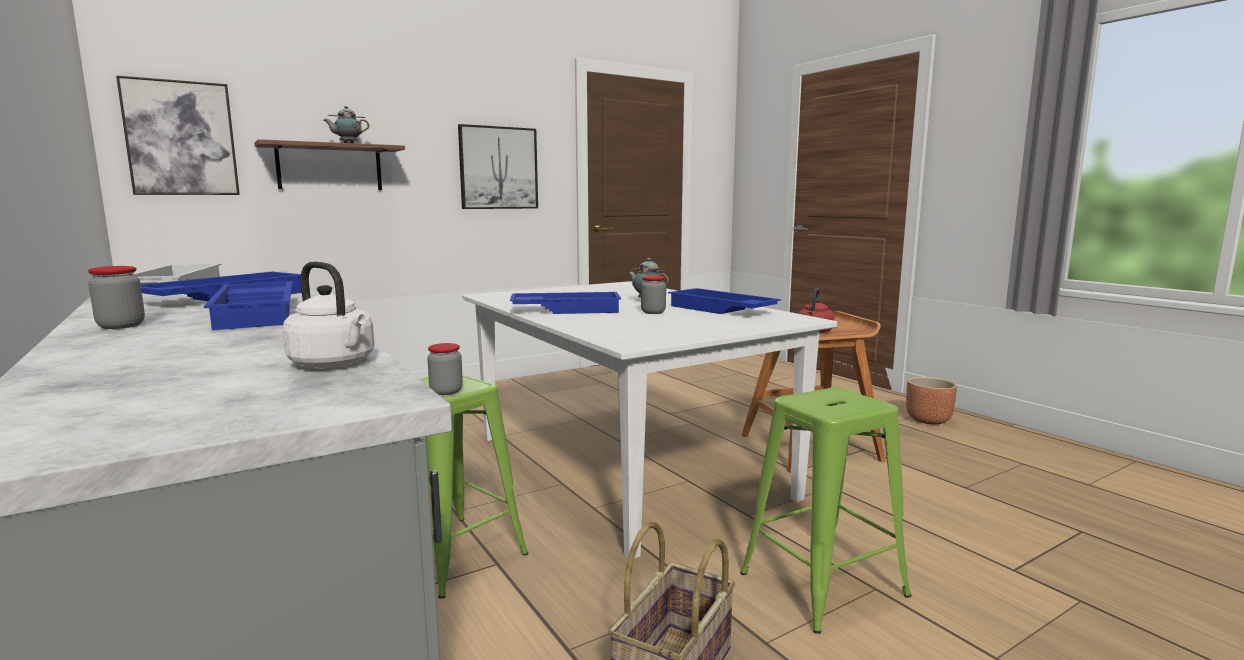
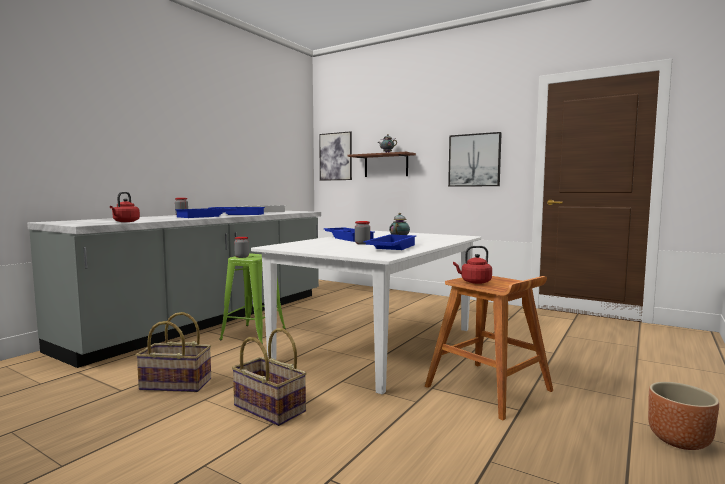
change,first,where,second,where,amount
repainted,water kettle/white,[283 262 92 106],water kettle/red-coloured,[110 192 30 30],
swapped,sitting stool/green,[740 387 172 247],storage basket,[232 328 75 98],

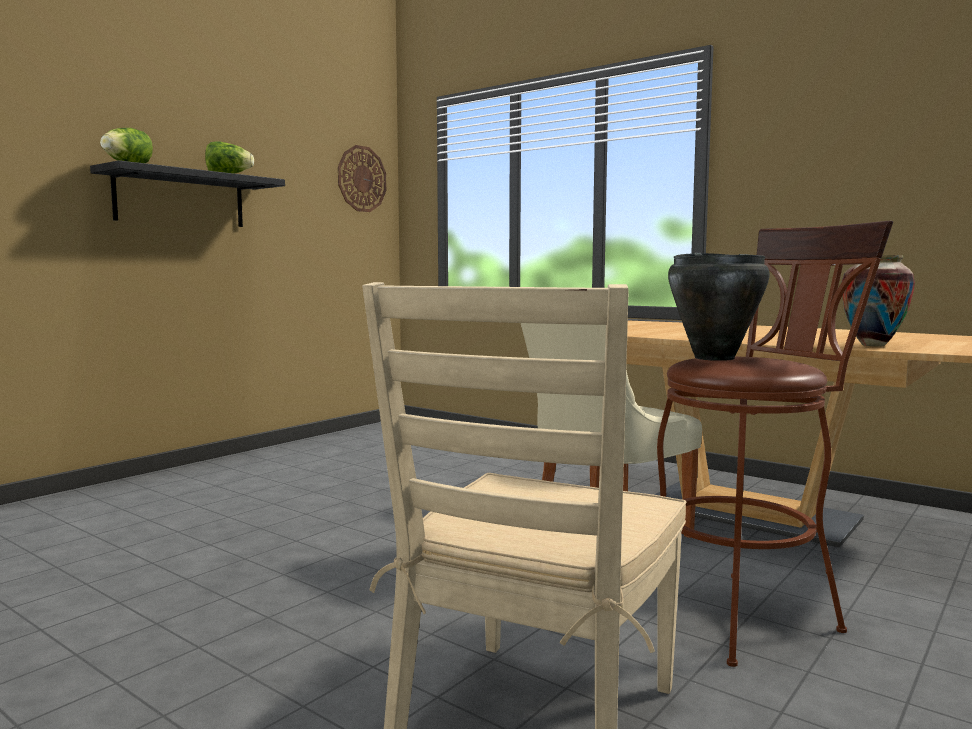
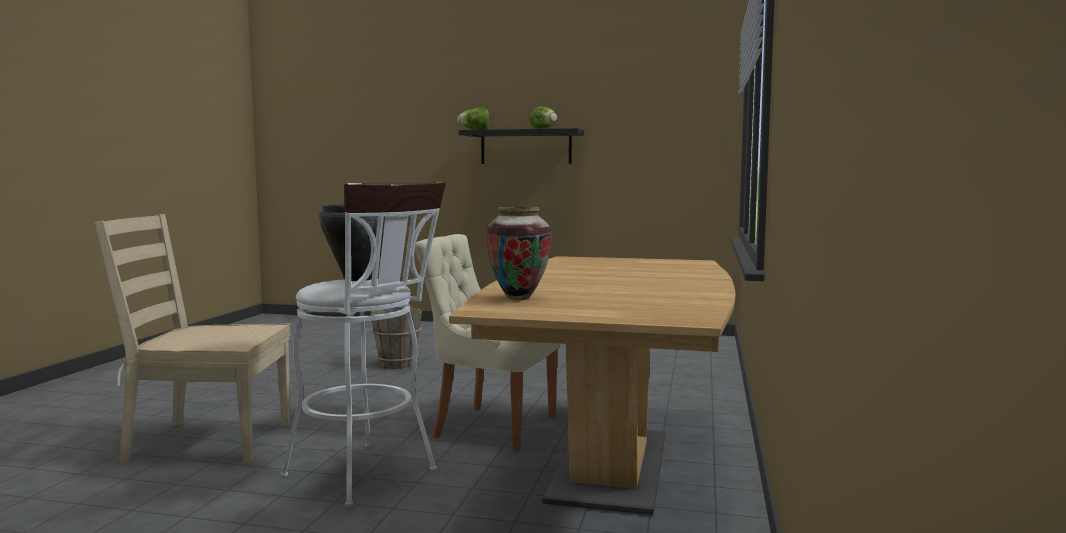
change,first,where,second,where,amount
gone,clock on the wall,[338 145 49 67],,,
repainted,sitting stool/brown-coloured,[657 220 236 447],sitting stool/white,[281 182 165 325],
new,,,pail/brown-coloured,[371 304 51 65],

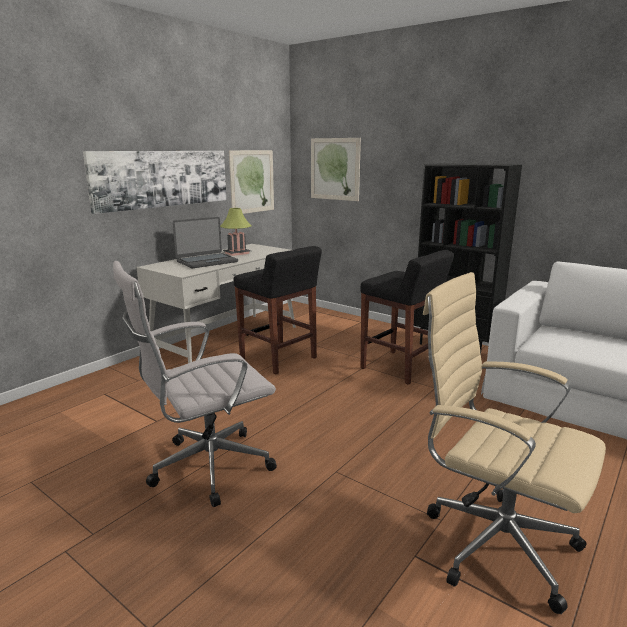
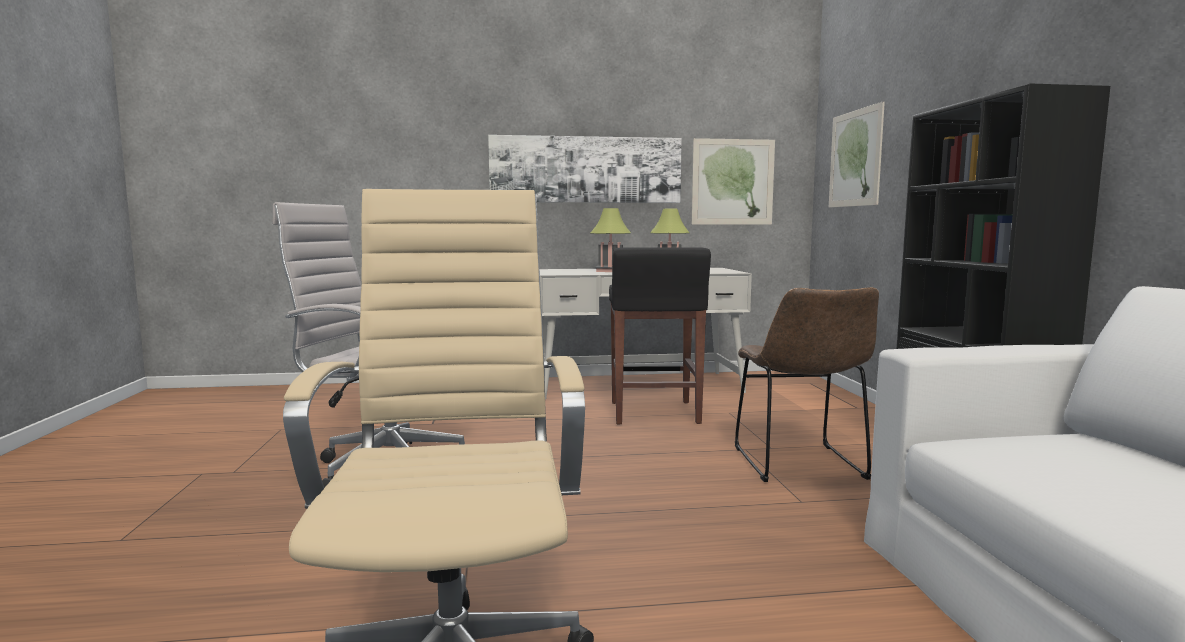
change,first,where,second,where,amount
swapped,notebook computer,[173 217 65 51],table lamp,[590 208 41 64],
swapped,sitting stool/blackish,[360 250 94 134],upright chair/brown-coloured,[735 287 144 195],

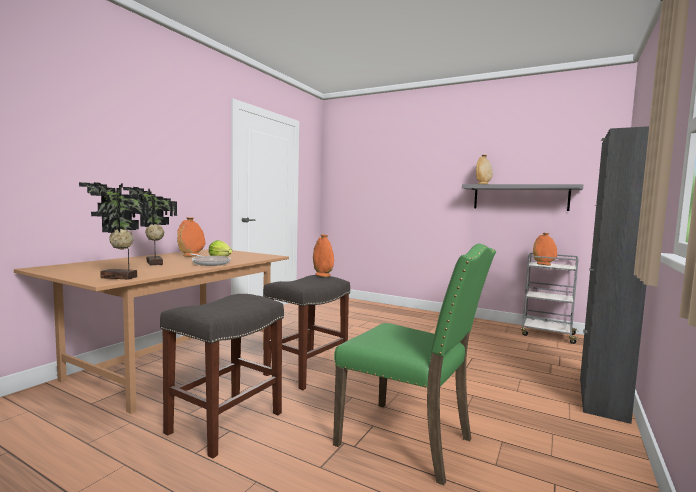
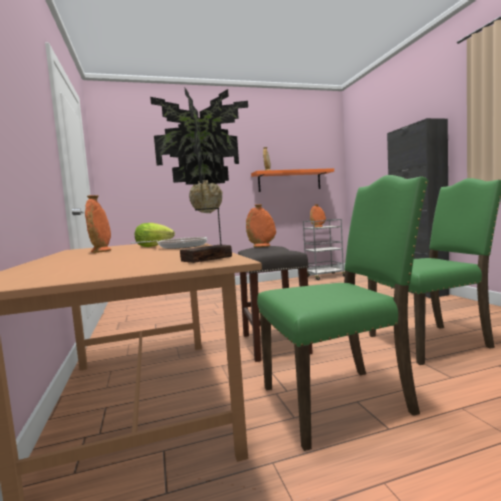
change,first,where,second,where,amount
gone,houseplant,[123 187 54 78],,,
swapped,sitting stool/grey,[160 294 124 164],upright chair/green,[257 175 172 276],
repainted,wall shelf/grey,[462 184 122 27],wall shelf/orange,[251 168 83 24],

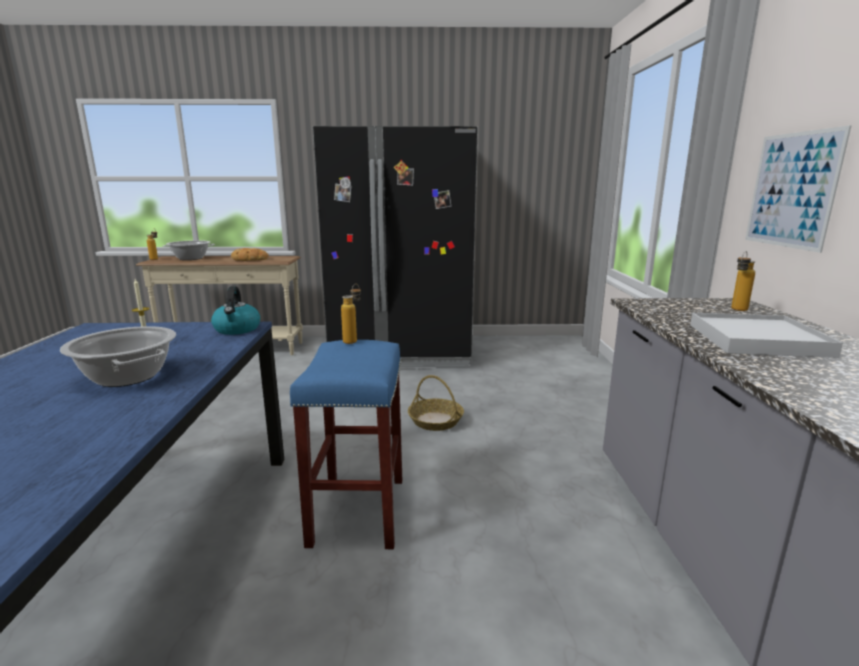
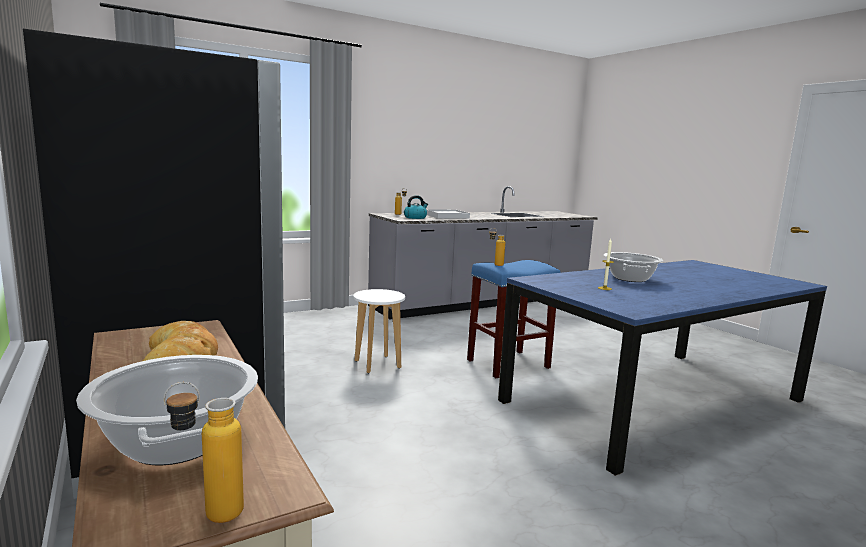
change,first,where,second,where,amount
shifted,water kettle,[211 286 49 49],,[404 195 24 24],
swapped,storage basket,[408 375 56 56],sitting stool/white,[353 289 52 84],
gone,picture,[745 125 107 128],,,

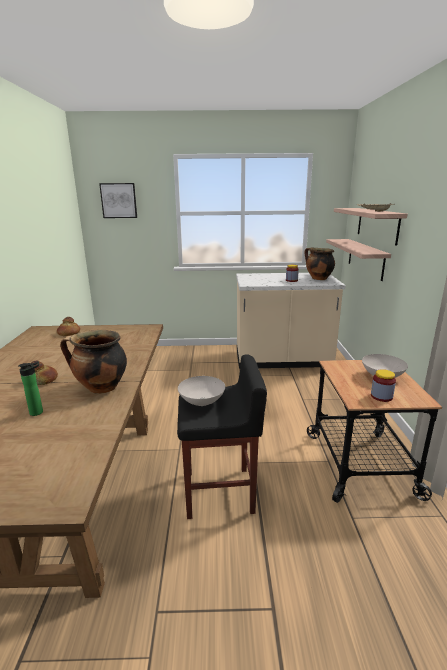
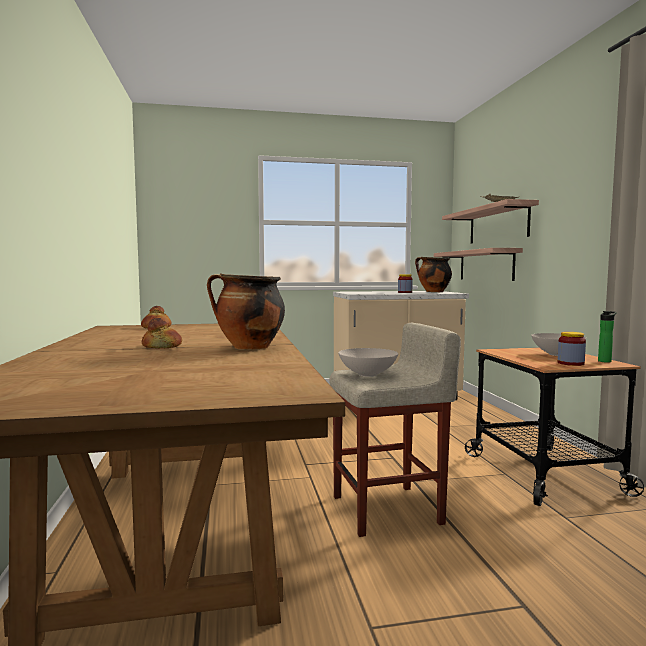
change,first,where,second,where,amount
shifted,beverage bottle,[18 362 25 54],,[598 311 18 52],
gone,picture,[99 183 38 35],,,
repainted,sitting stool/blackish,[177 354 90 165],sitting stool/beige,[329 323 132 214],

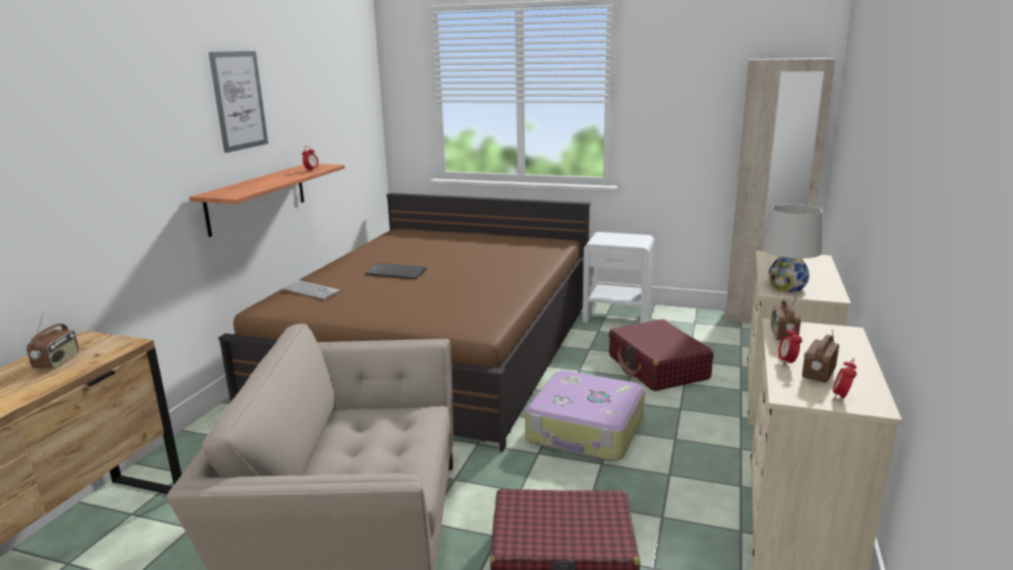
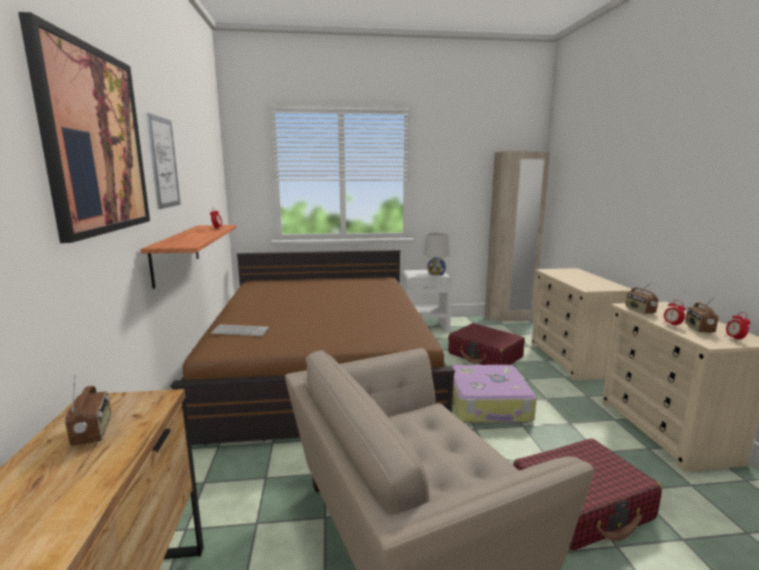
change,first,where,second,where,amount
gone,keyboard,[365 263 62 16],,,
shifted,table lamp/white,[763 204 59 88],,[424 233 27 42],
new,,,picture,[18 12 132 231],

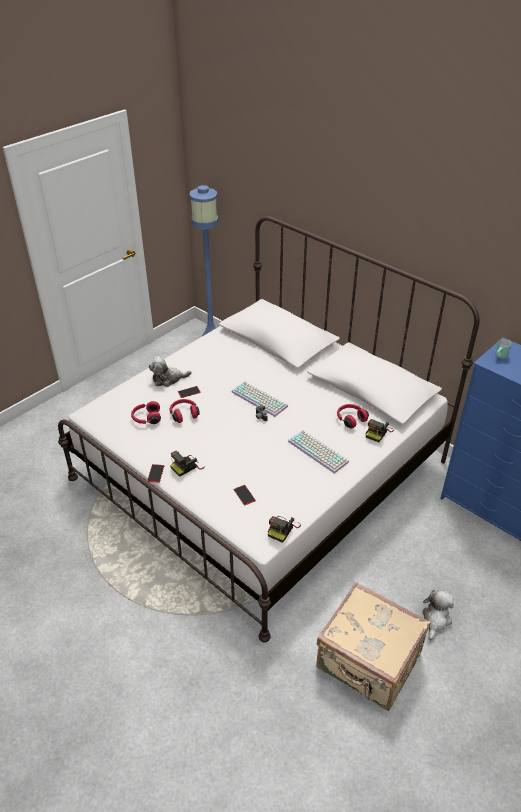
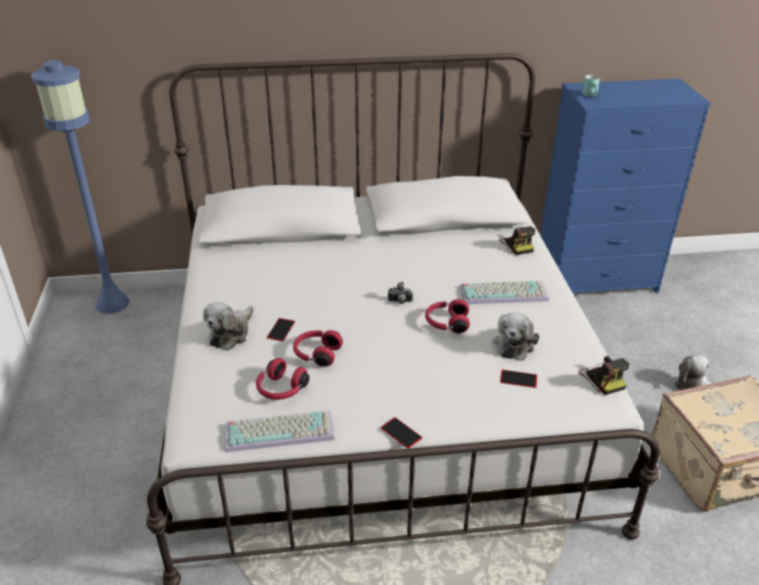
change,first,where,second,where,amount
gone,photo camera,[170 451 35 26],,,
shifted,keyboard,[231 381 57 36],,[226 410 109 42],
shifted,pair of headphones/red-coloured,[337 404 32 24],,[425 299 45 34],
new,,,plush toy,[492 312 47 49],

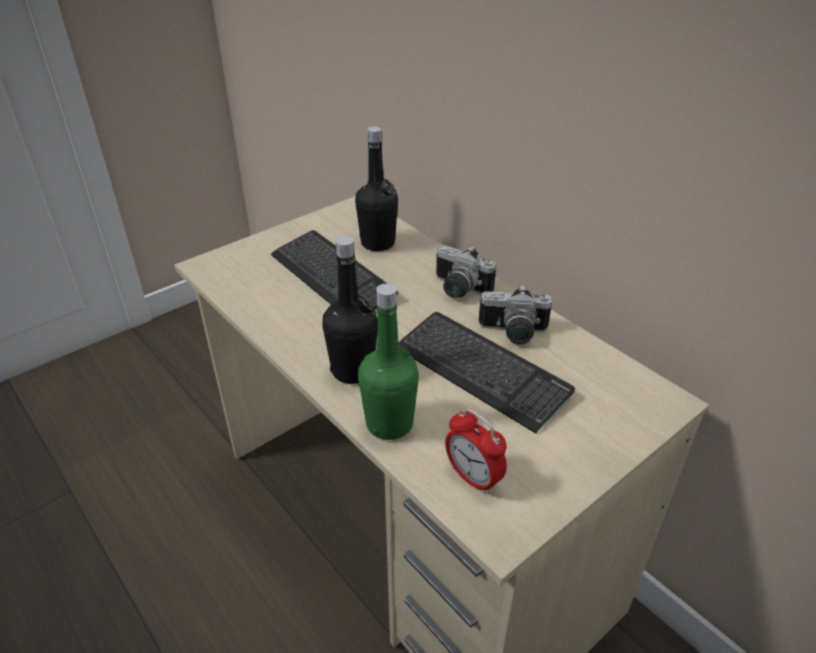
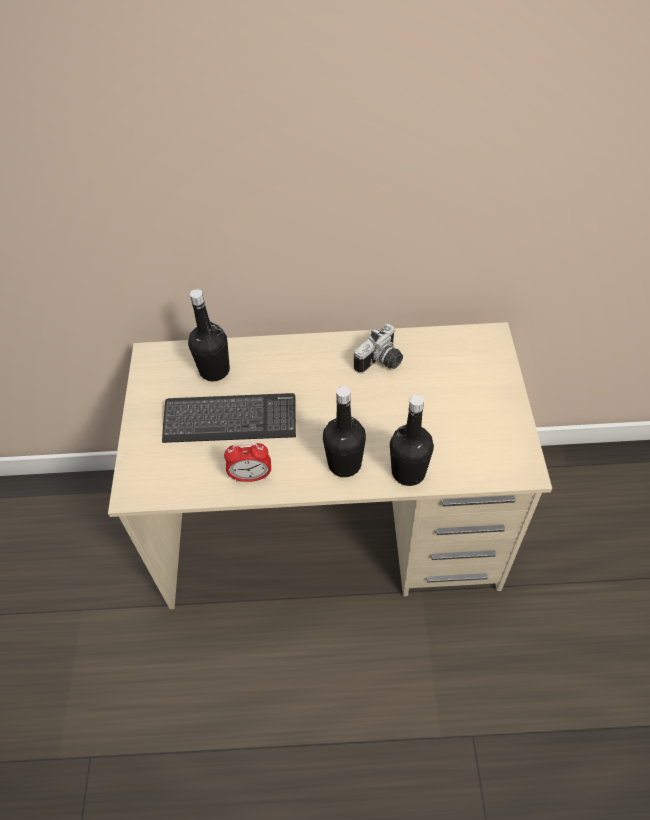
change,first,where,second,where,amount
repainted,beverage bottle/green,[358 283 61 157],beverage bottle/blackish,[390 394 44 92],
gone,keyboard,[398 312 177 122],,,
gone,photo camera,[436 245 60 53],,,
shifted,bedside clock,[445 409 62 86],,[224 443 47 39],

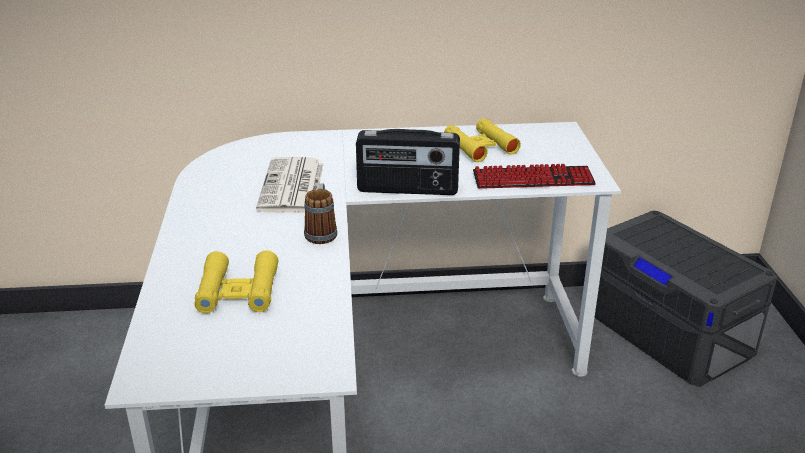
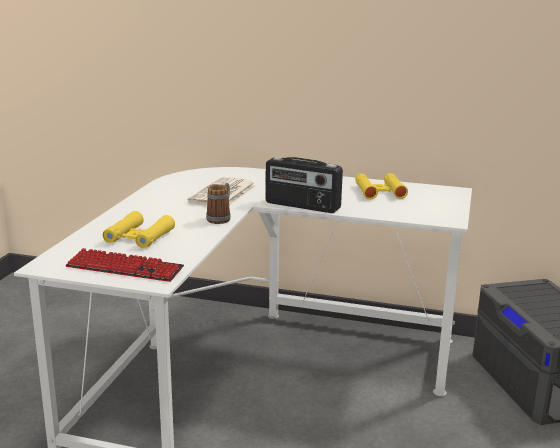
change,first,where,second,where,amount
shifted,keyboard,[473 164 123 25],,[65 248 119 34],

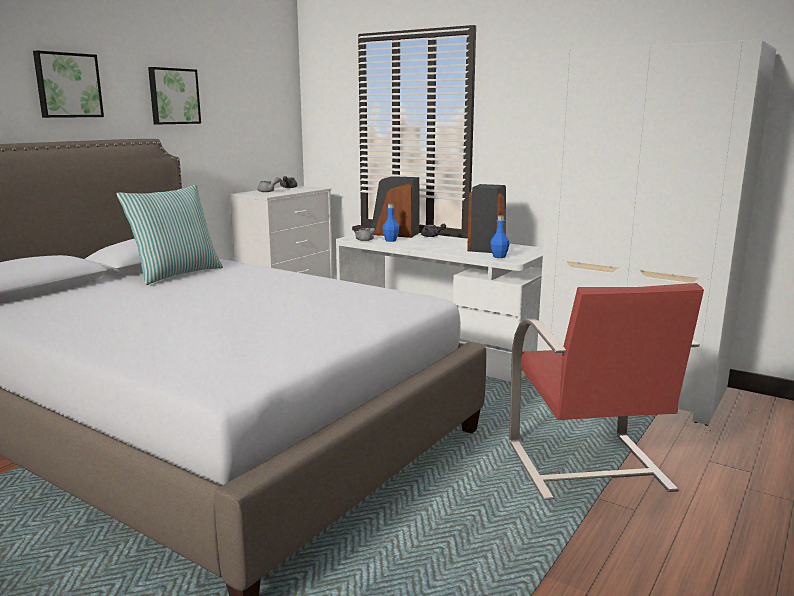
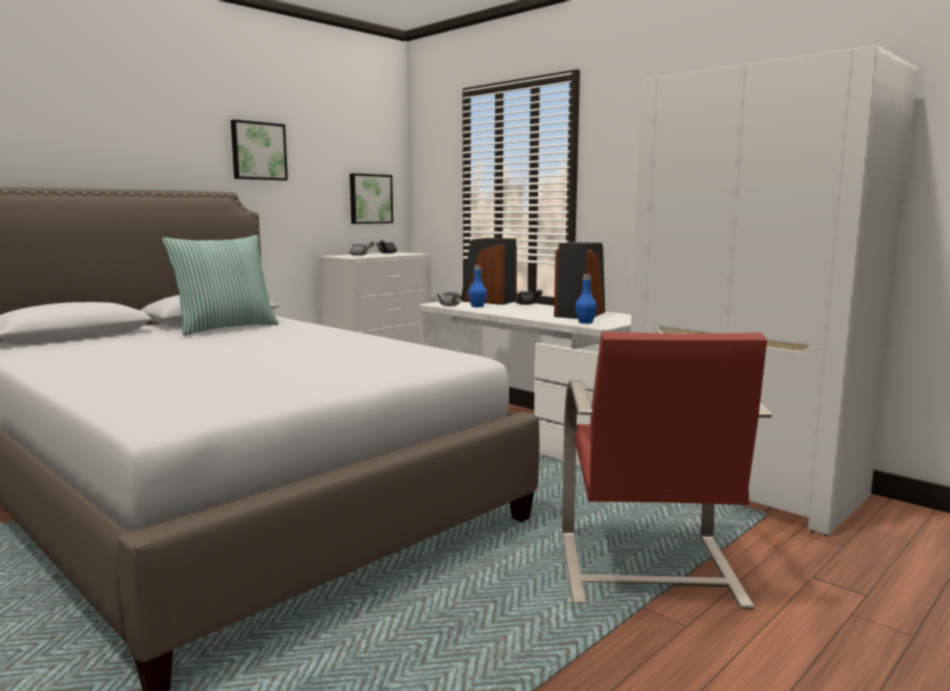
change,first,where,second,where,amount
shifted,picture,[33 50 71 68],,[350 173 43 51],

